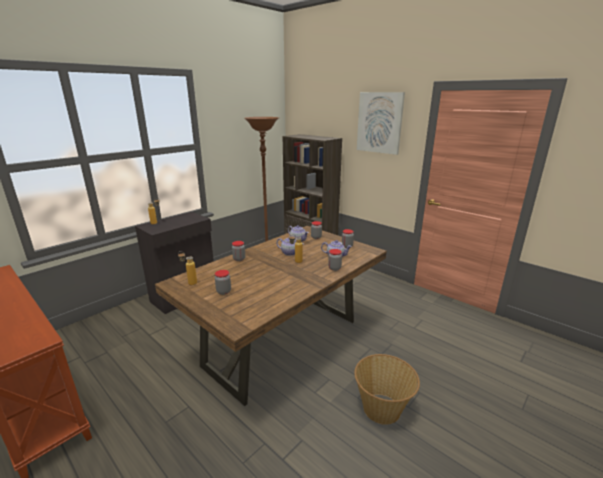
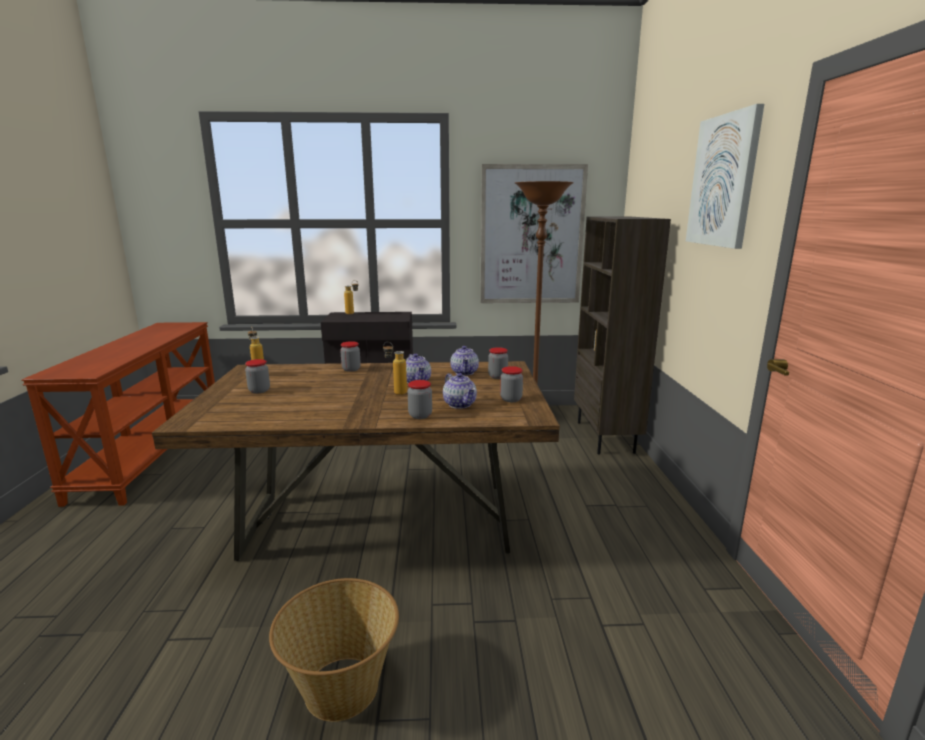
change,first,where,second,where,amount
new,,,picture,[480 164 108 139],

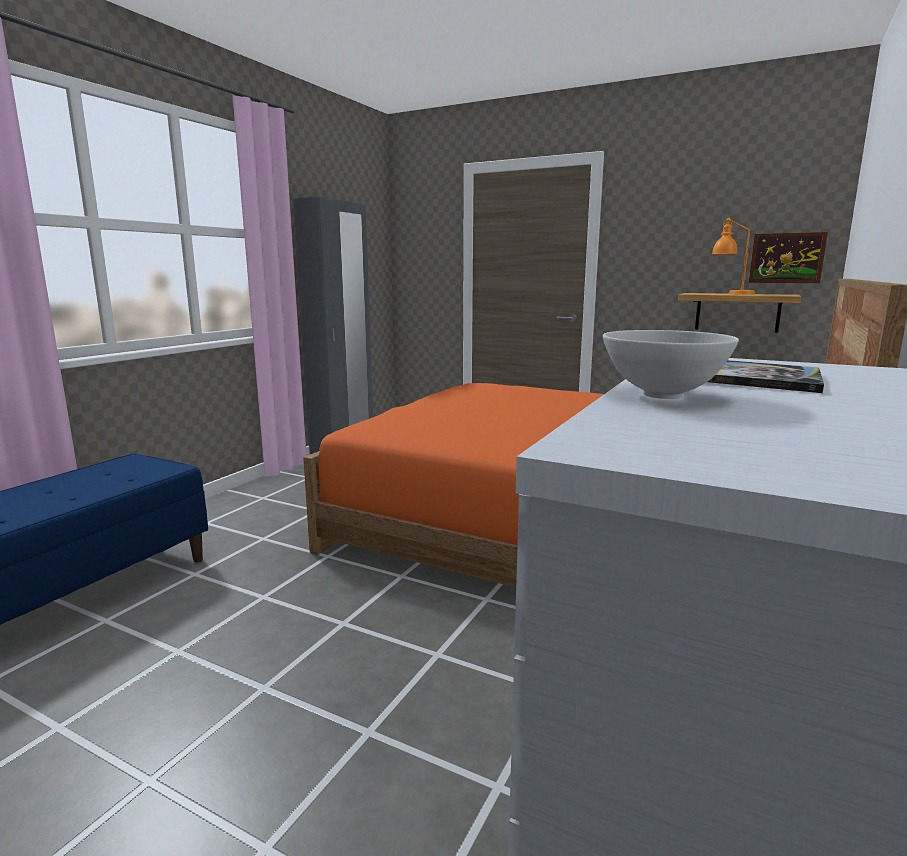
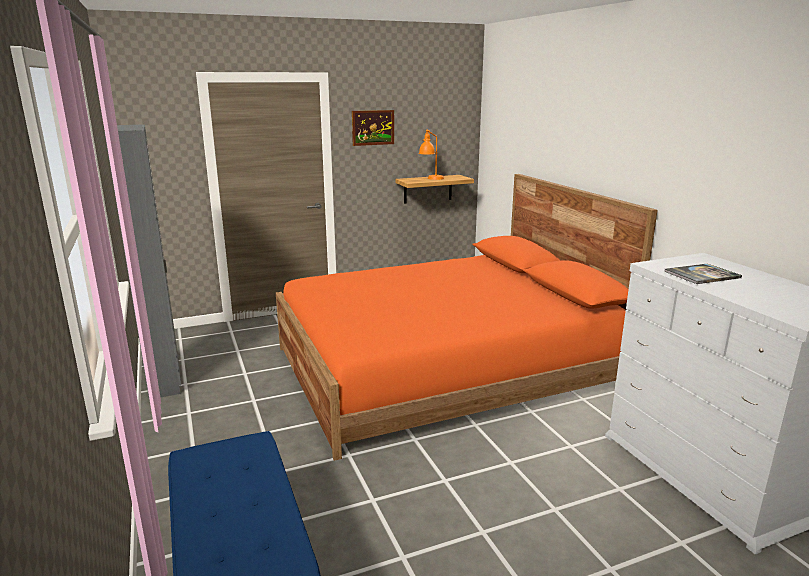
change,first,where,second,where,amount
gone,bowl/white,[603 330 136 69],,,
shifted,picture,[749 232 79 51],,[352 110 42 36],

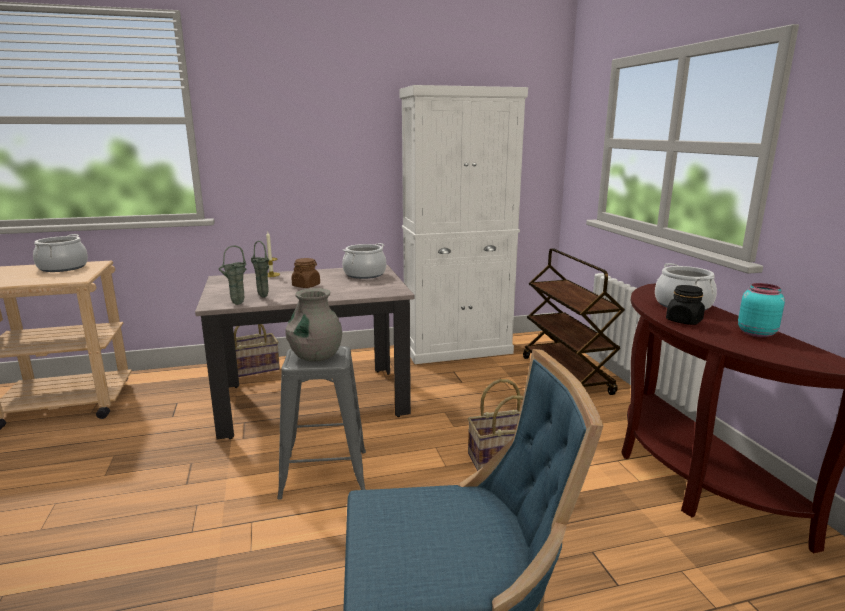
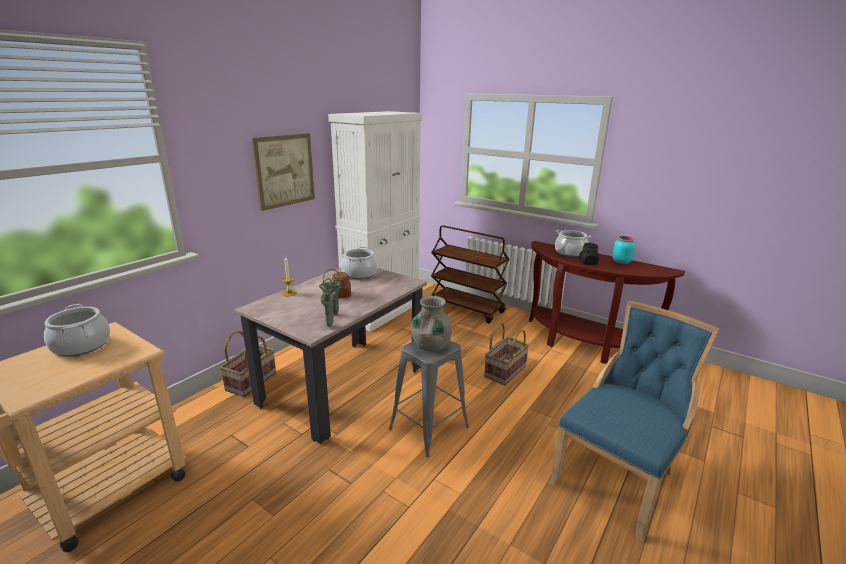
change,first,where,second,where,amount
new,,,picture,[252 133 63 78],

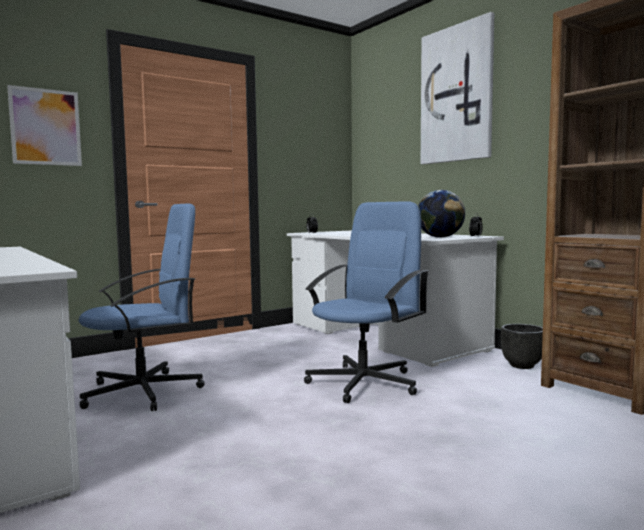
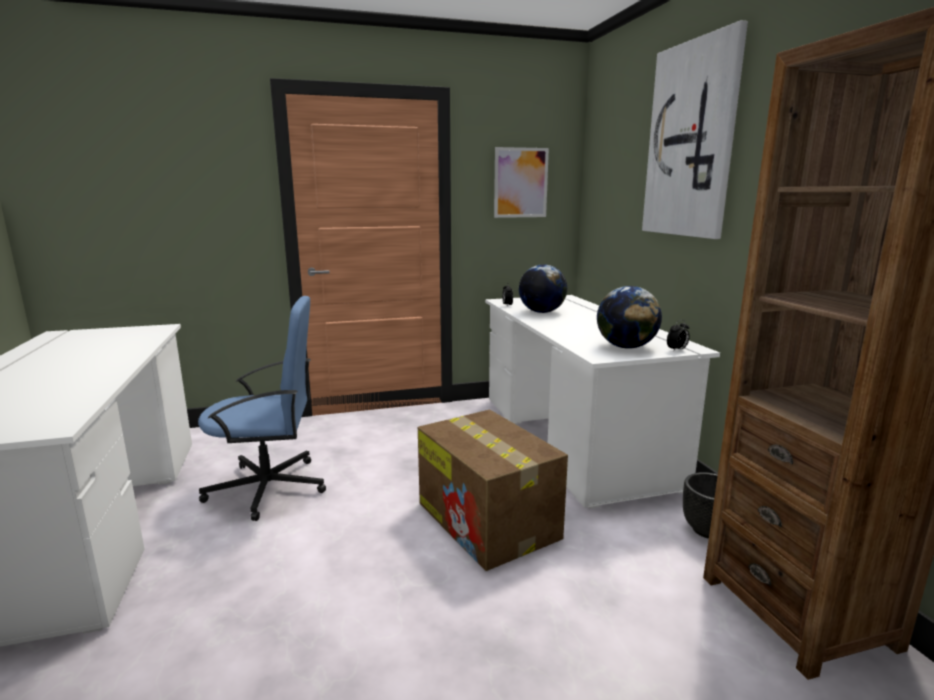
change,first,where,second,where,amount
shifted,picture,[7 85 75 81],,[494 147 55 71],
swapped,desk chair/blue,[304 201 125 202],cardboard box,[418 410 150 161],
new,,,world globe,[519 264 48 49],

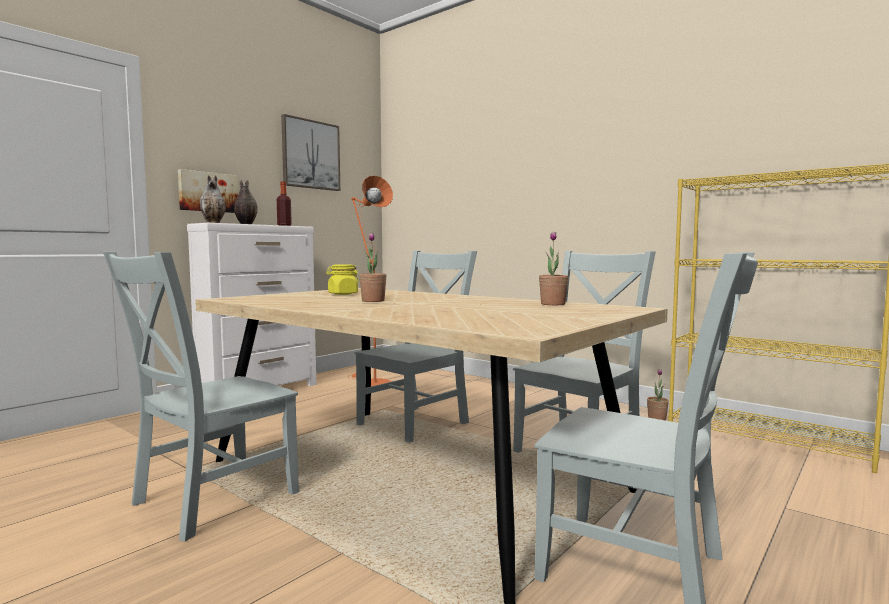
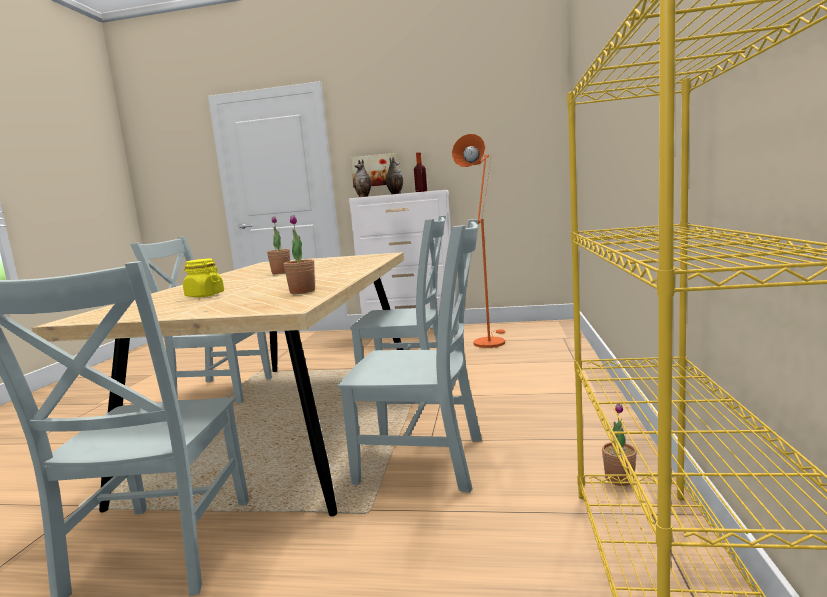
change,first,where,second,where,amount
gone,picture,[281 114 59 77],,,
shifted,jar/yellow,[326 264 33 31],,[183 259 41 39],

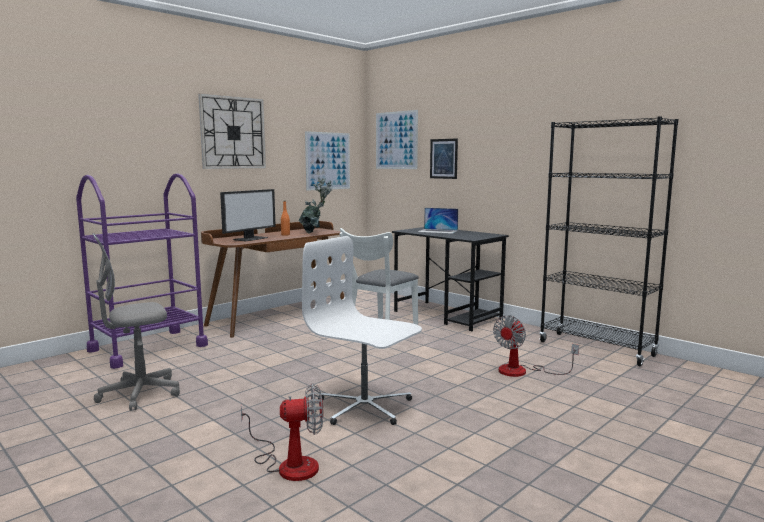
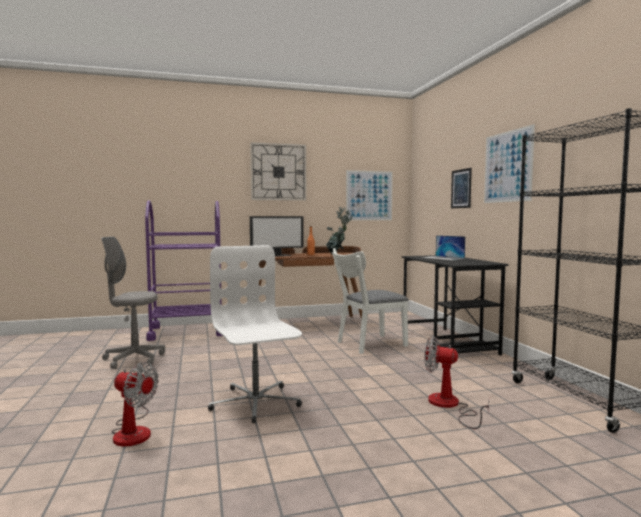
change,first,where,second,where,amount
shifted,picture,[376 110 42 59],,[484 124 51 79],
rotated,electric fan,[493 315 86 62],,[425 336 64 93],45 degrees clockwise

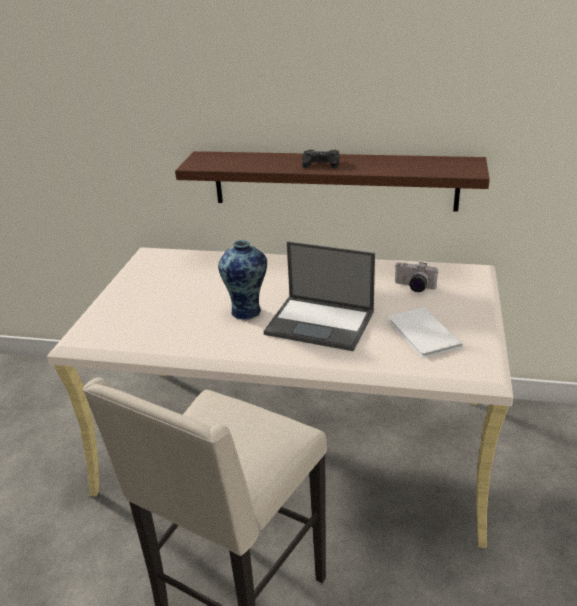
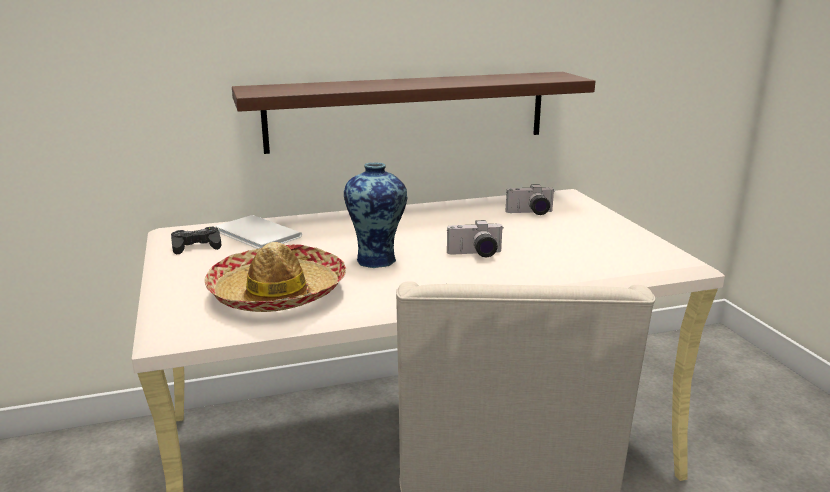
change,first,where,second,where,amount
swapped,notebook computer,[264 241 111 110],photo camera,[447 220 57 37],
shifted,gamepad/blackish,[302 150 38 19],,[171 227 50 27],
shifted,volume/white,[388 308 75 50],,[215 215 87 34],
new,,,wearable hat,[205 242 141 70],

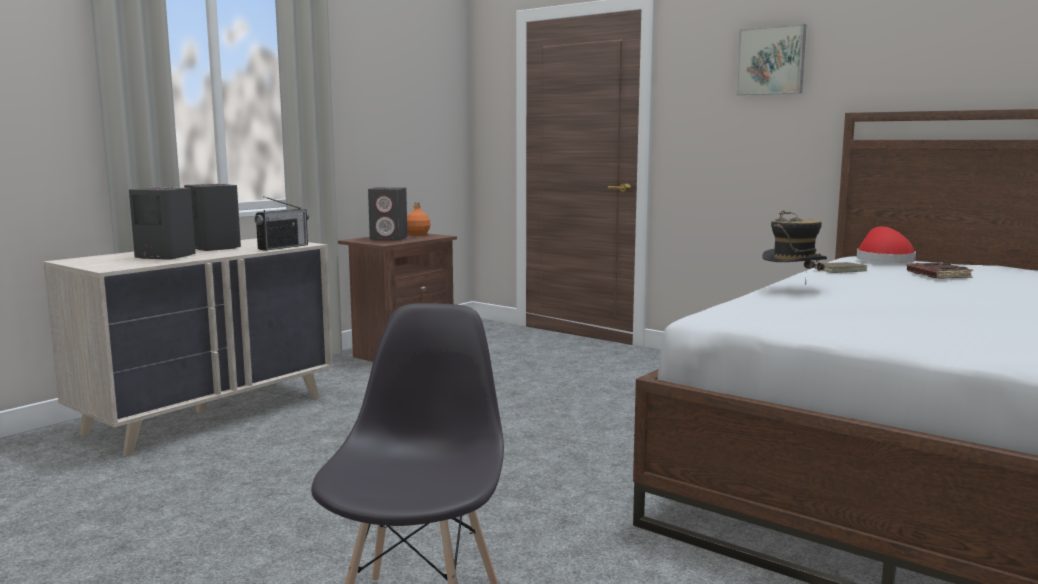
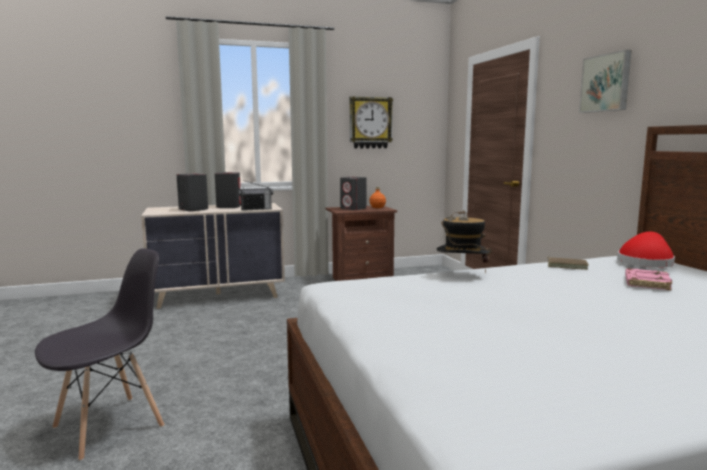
change,first,where,second,where,amount
repainted,volume/brown-coloured,[907 262 66 17],volume/pink-coloured,[625 268 47 22],
new,,,clock on the wall,[350 96 43 52],

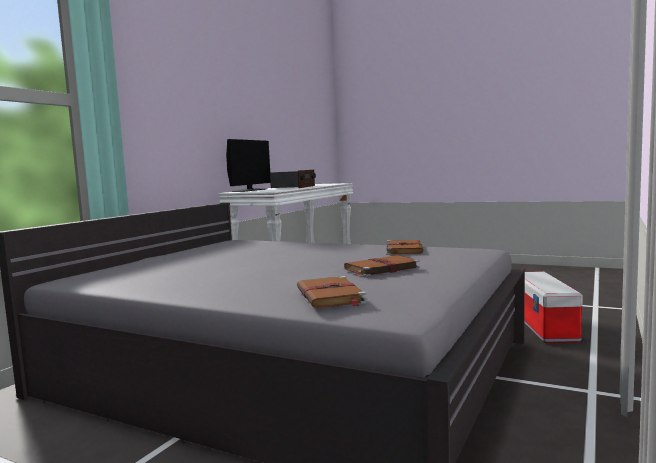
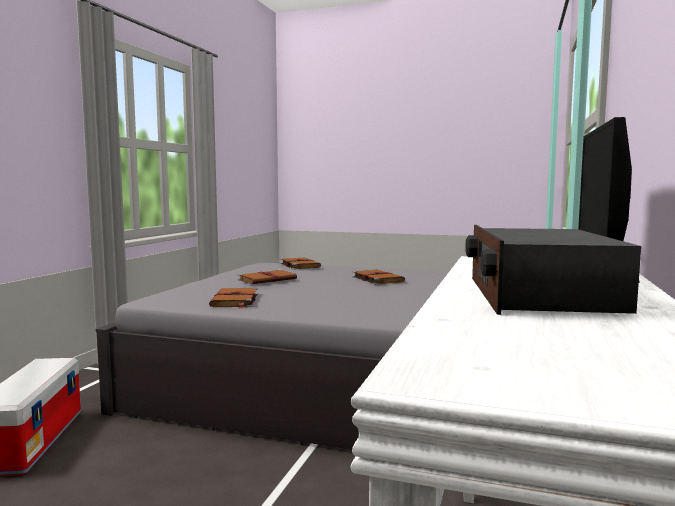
change,first,where,second,where,amount
new,,,volume/brown-coloured,[352 270 53 15],

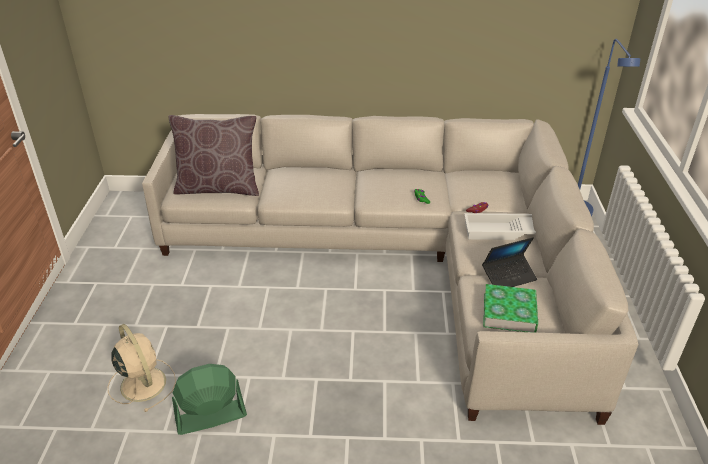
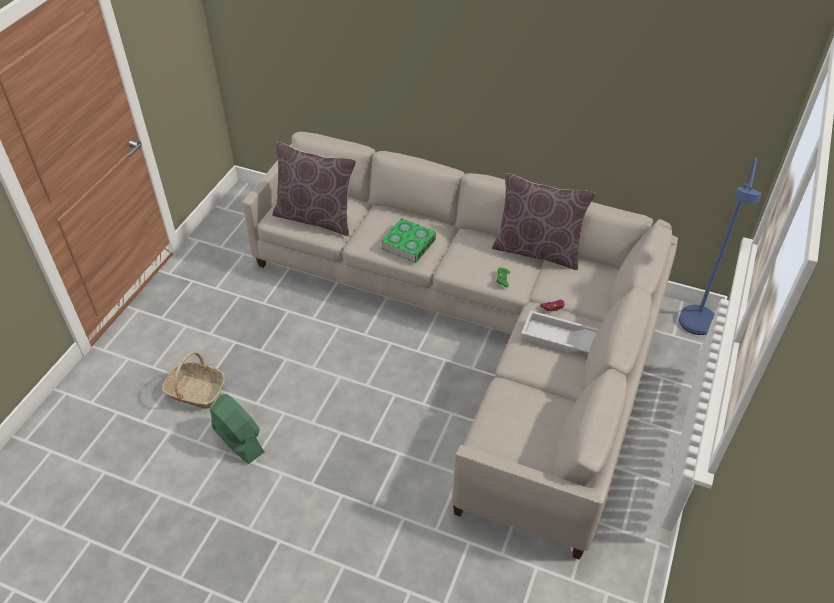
change,first,where,second,where,amount
swapped,electric fan/beige,[108 324 68 88],storage basket,[162 352 63 57],
rotated,electric fan/green,[172 364 75 71],,[210 394 54 70],45 degrees clockwise
gone,notebook computer,[482 237 55 50],,,
shifted,volume,[483 284 55 49],,[381 218 55 45],
new,,,throw pillow/brown-coloured,[492 173 104 97],

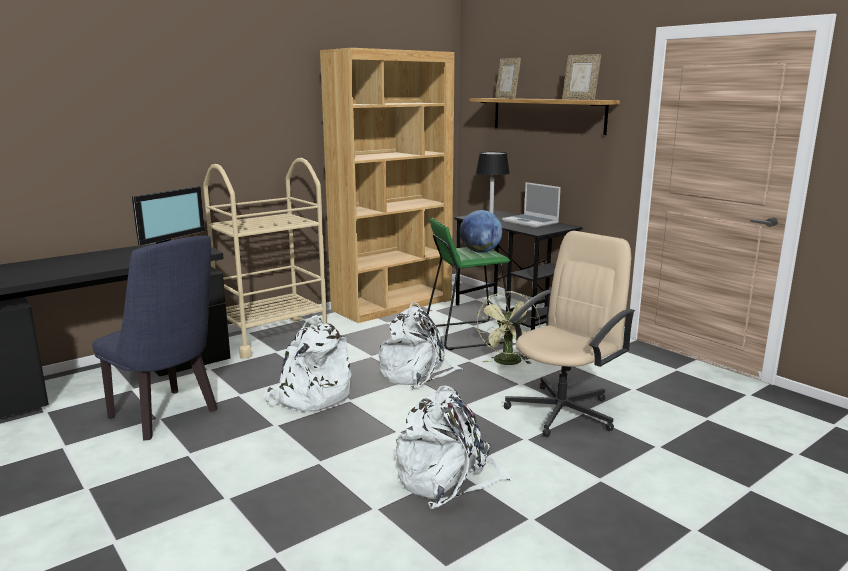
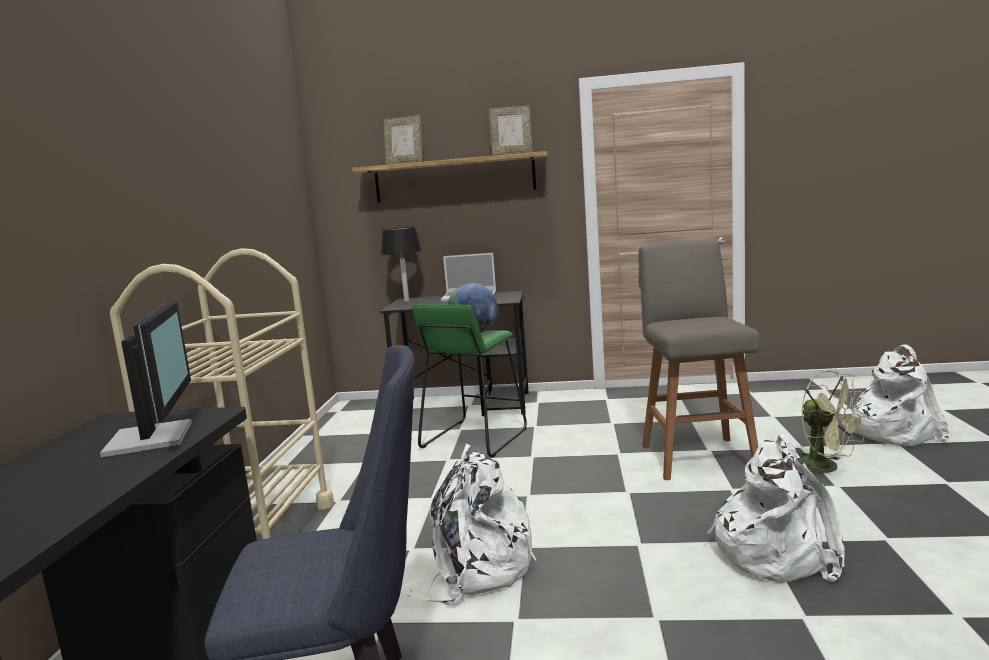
change,first,where,second,where,amount
gone,shelving unit/brown-coloured,[320 48 135 275],,,
shifted,rucksack/white,[378 302 85 88],,[852 345 97 101],
shifted,electric fan/green,[477 291 63 74],,[798 370 71 105],
swapped,desk chair/beige,[503 231 132 206],sitting stool/grey,[638 240 122 240],

